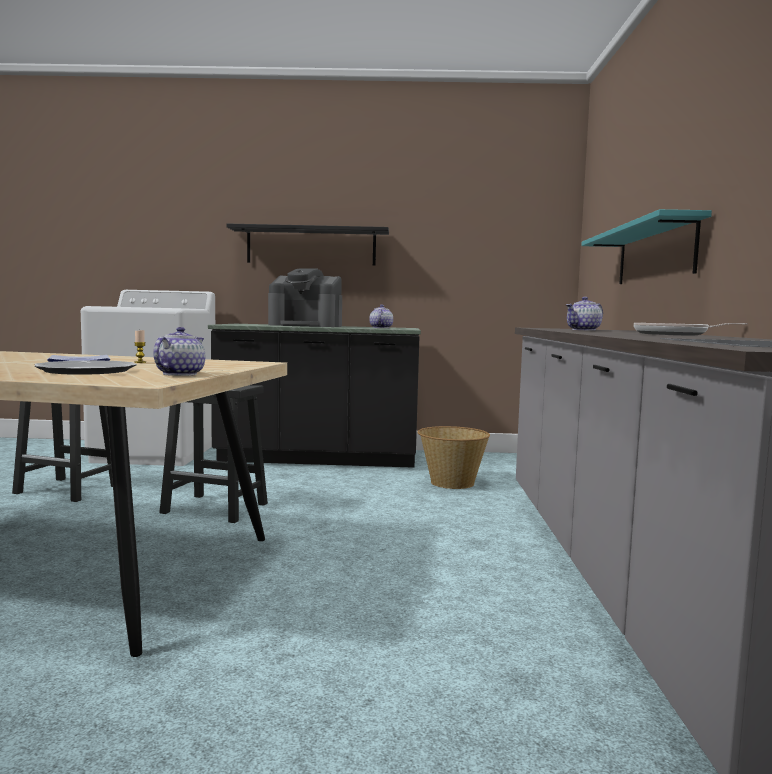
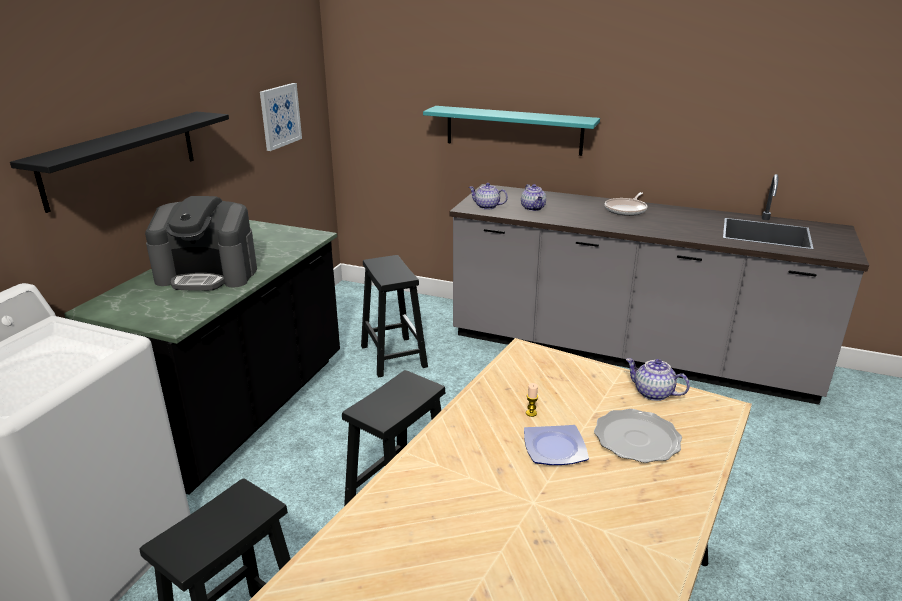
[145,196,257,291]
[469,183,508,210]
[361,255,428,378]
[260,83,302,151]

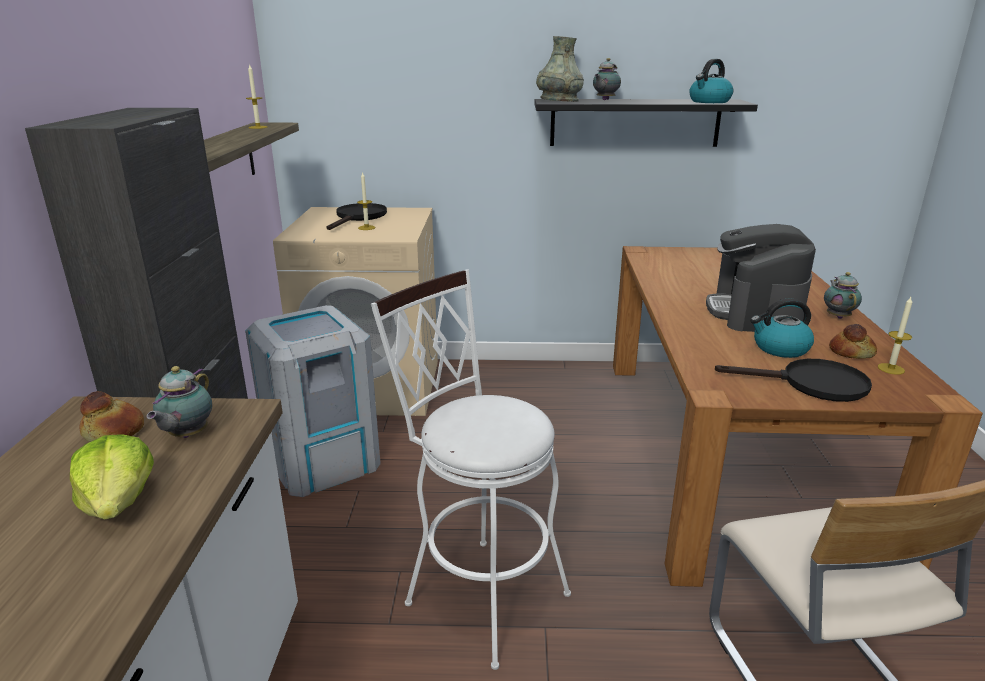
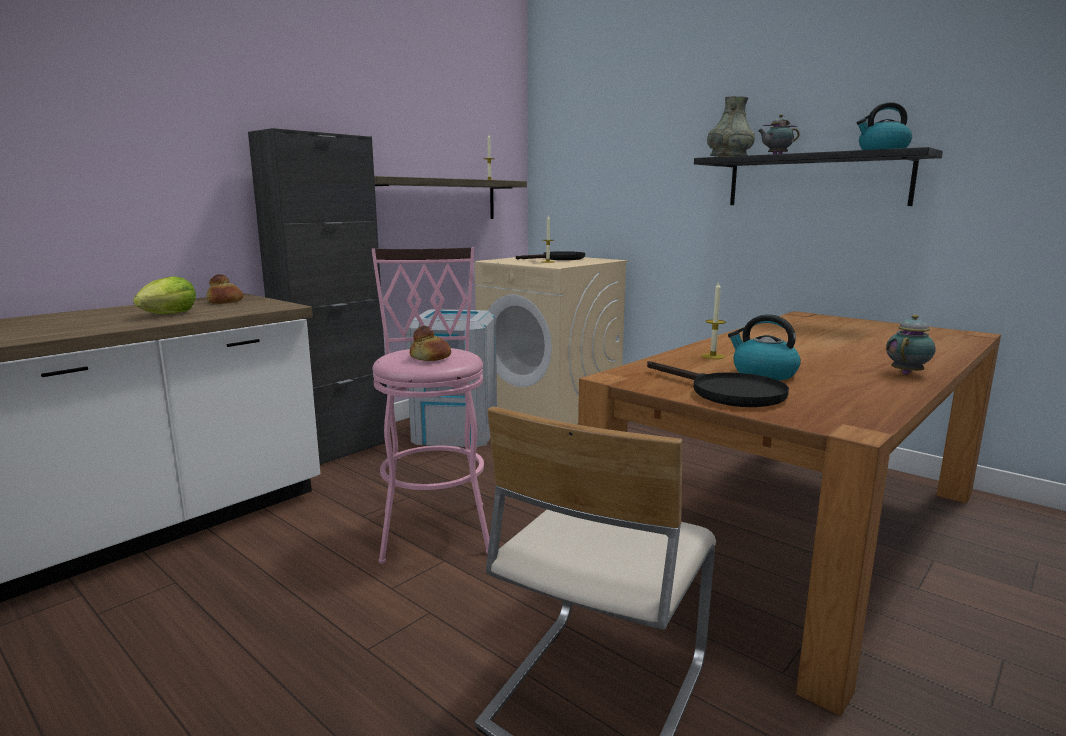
[706,224,816,332] (first image)
[372,247,490,564]
[701,281,726,359]
[410,326,451,361]
[147,366,212,438] (first image)

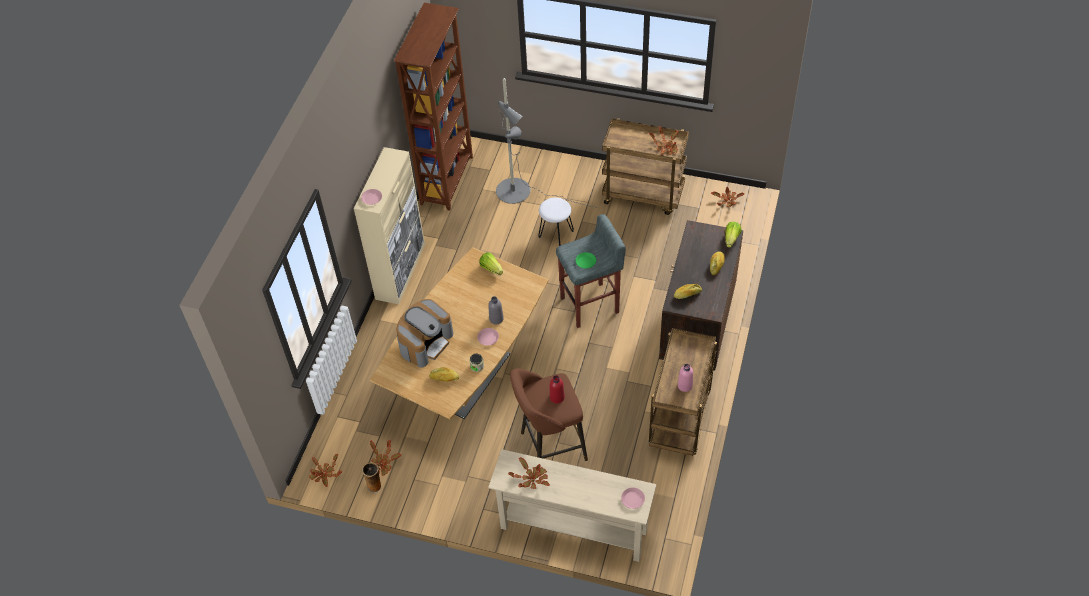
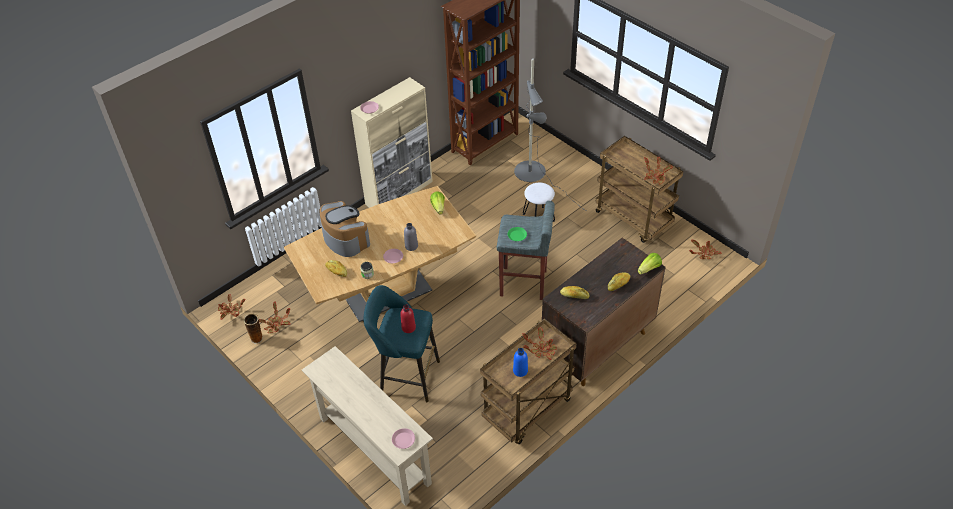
[319,201,370,257]
[513,348,528,377]
[363,285,440,402]
[522,327,557,360]

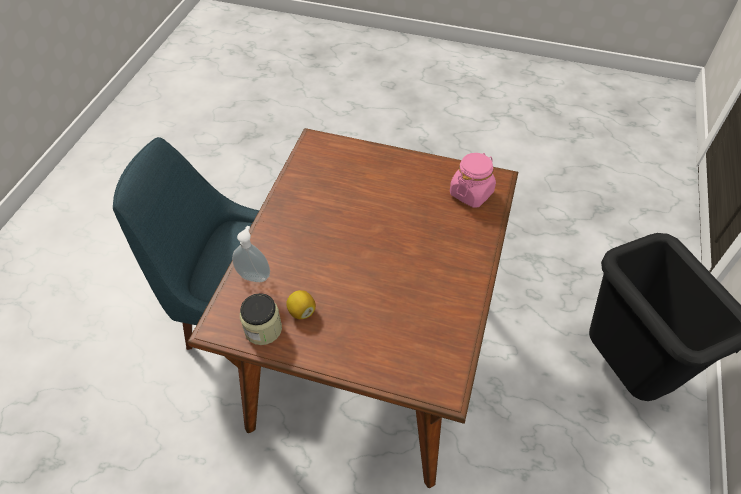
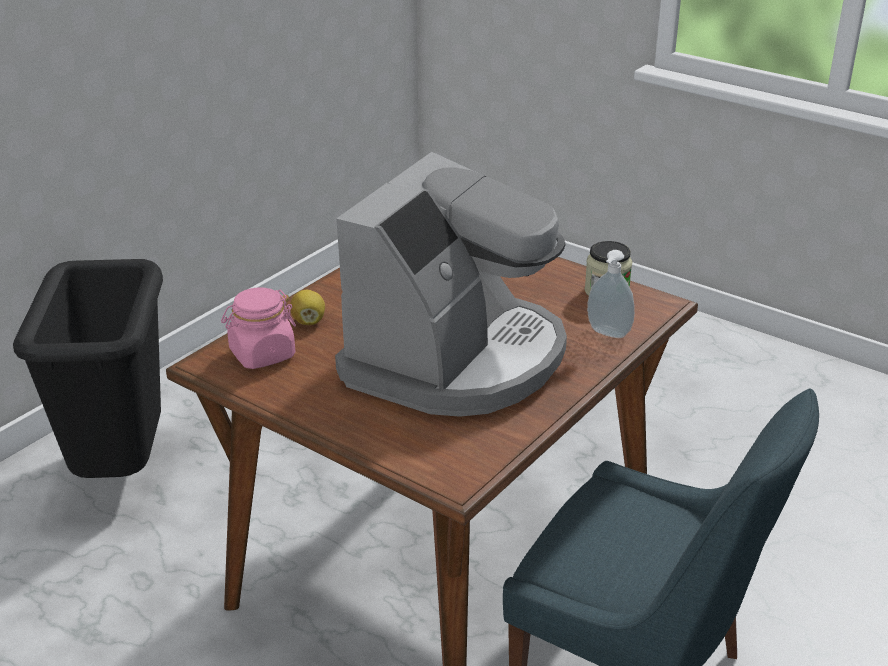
[290,290,325,325]
[335,152,567,417]

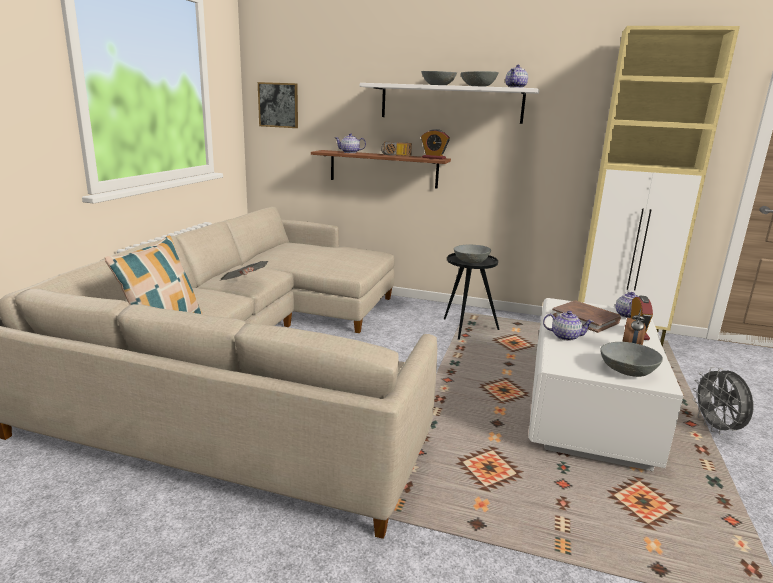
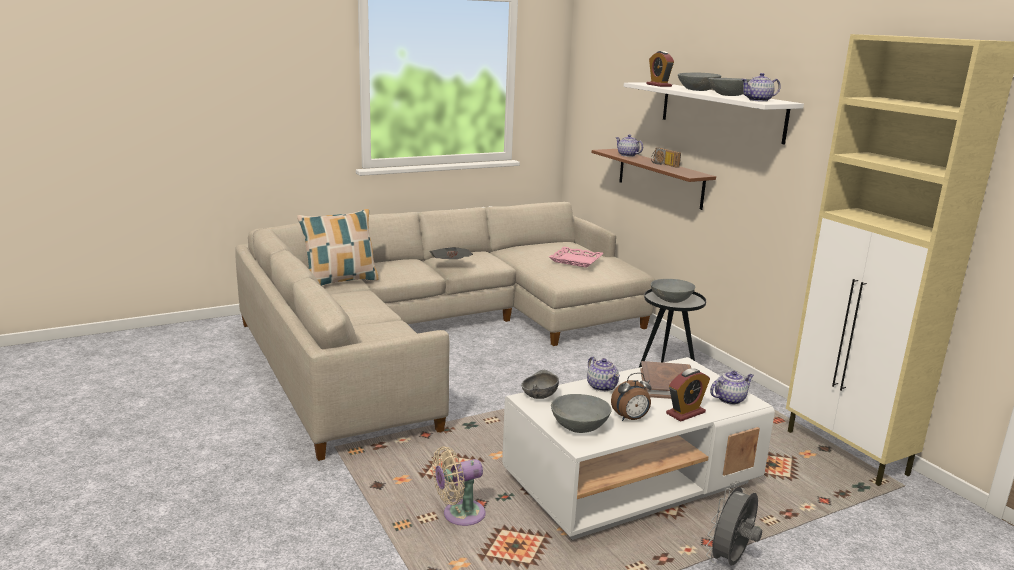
[258,82,298,128] (first image)
[646,51,674,87]
[549,247,604,268]
[521,370,559,399]
[432,446,486,526]

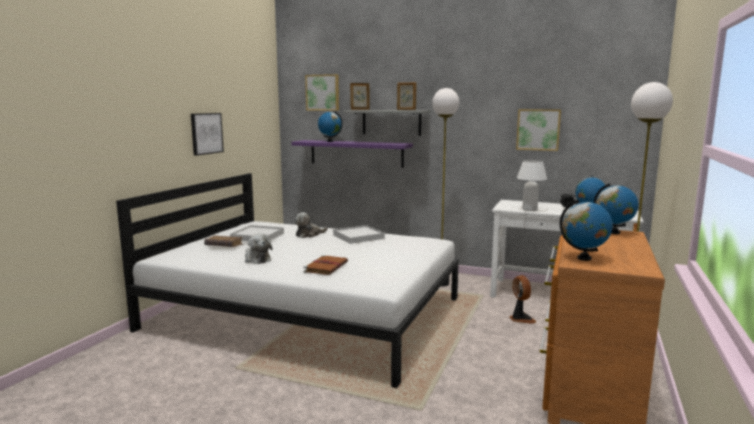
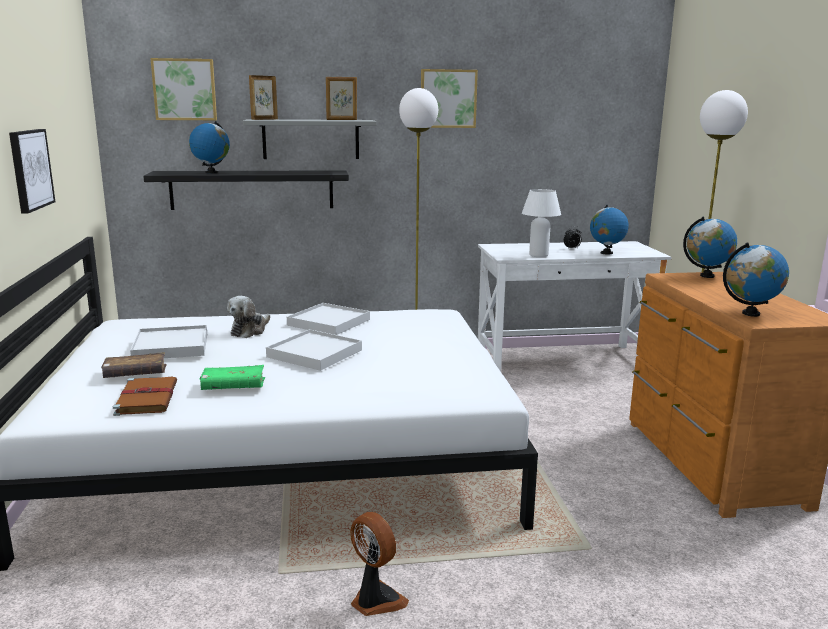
[421,69,478,128]
[143,170,349,210]
[200,365,265,390]
[113,377,177,416]
[350,512,409,616]
[266,329,362,371]

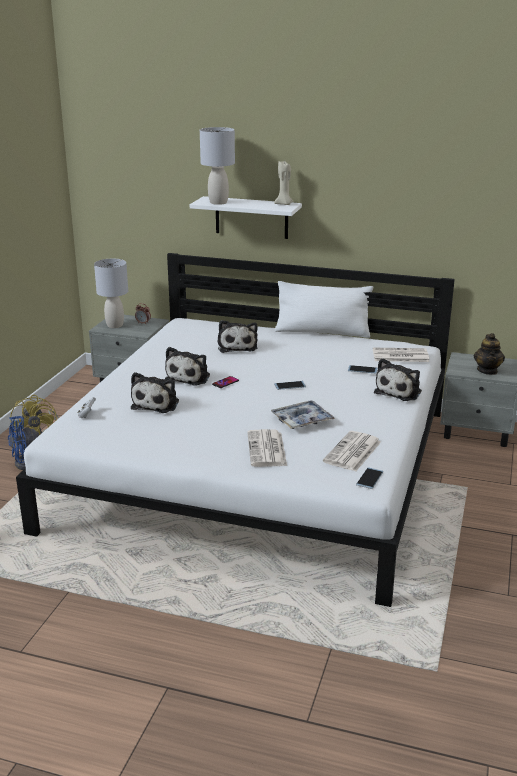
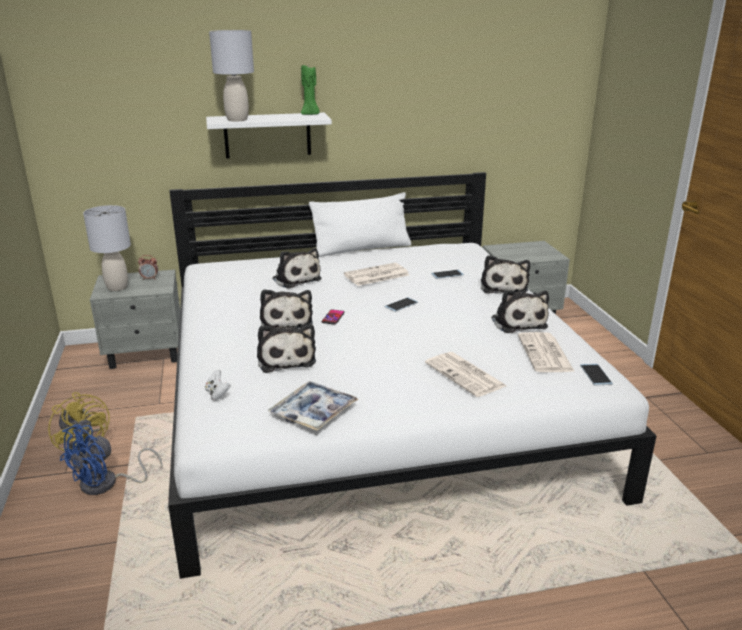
[301,65,320,115]
[474,333,505,375] (first image)
[344,263,409,286]
[268,381,358,431]
[491,290,549,333]

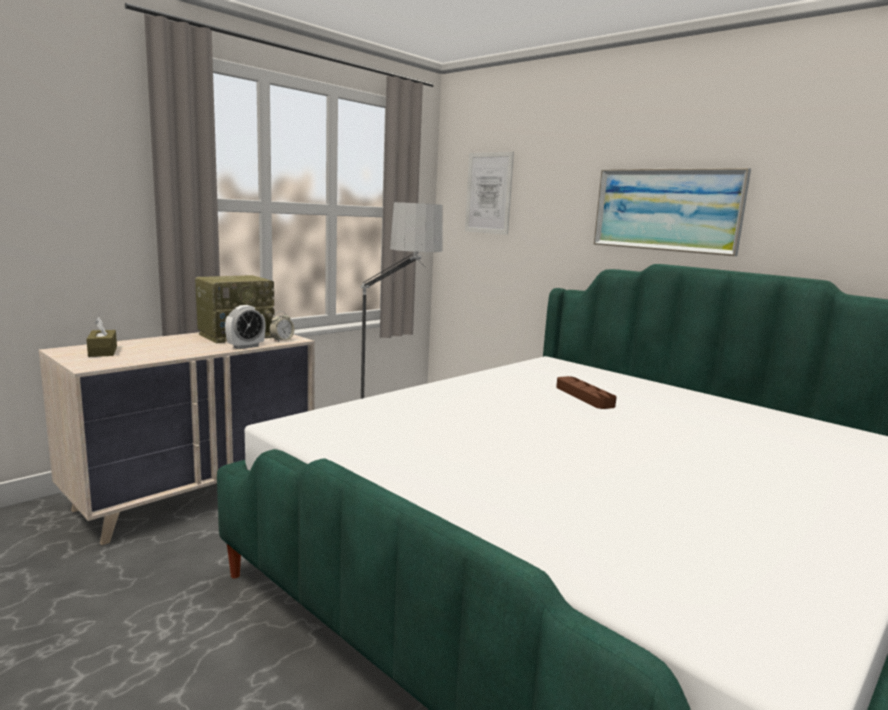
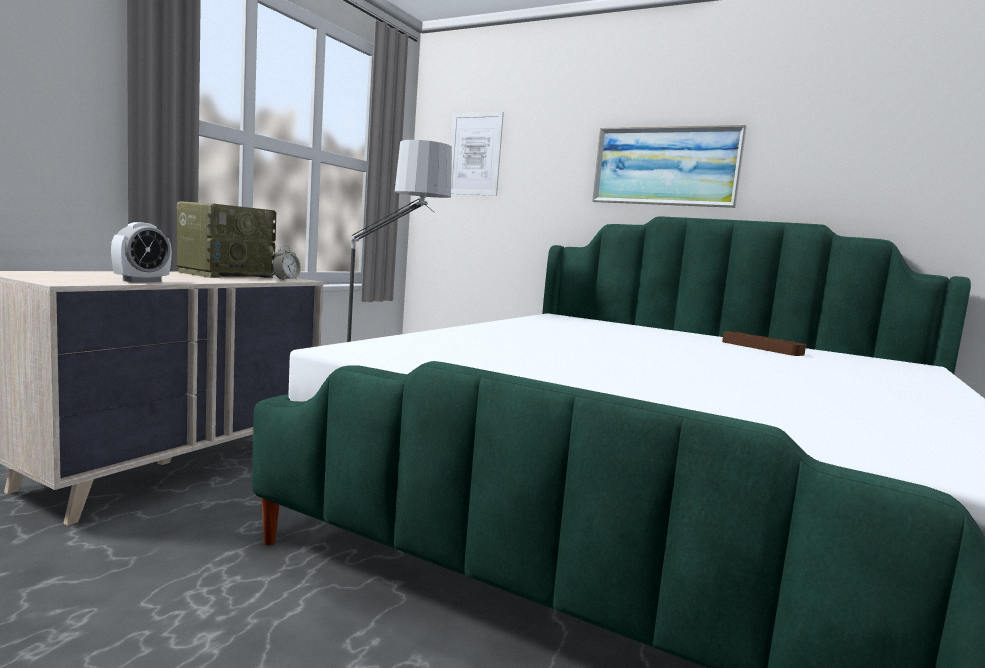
[111,222,172,282]
[86,317,117,357] (first image)
[722,331,806,356]

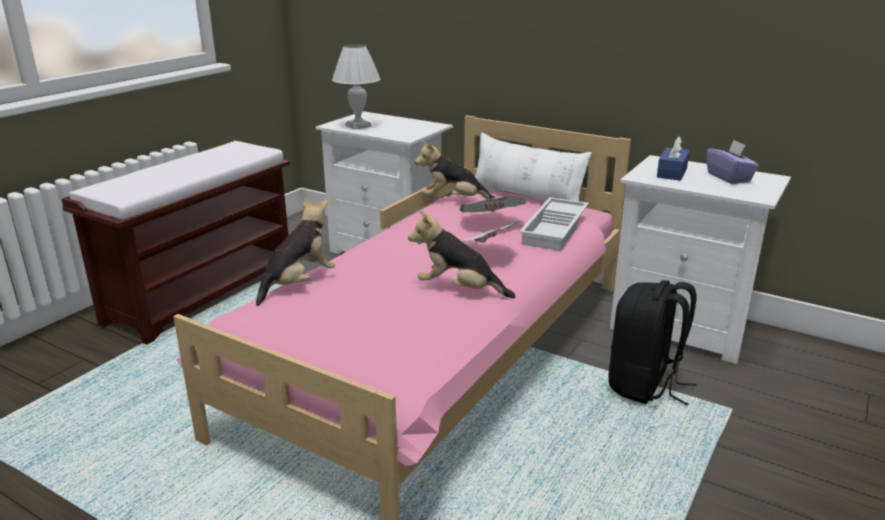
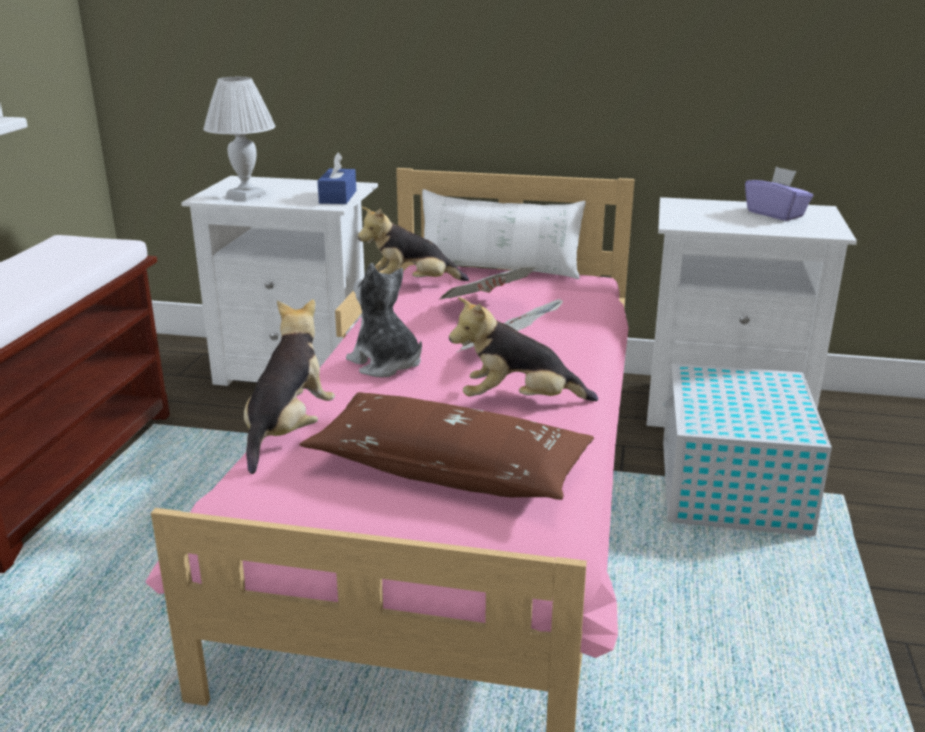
[317,152,356,204]
[519,197,589,251] (first image)
[663,364,832,536]
[346,263,422,377]
[299,392,594,500]

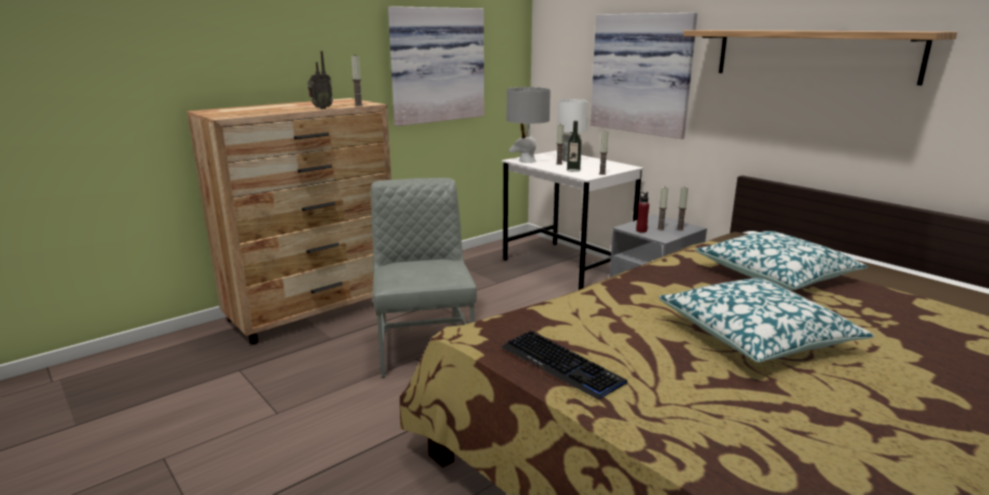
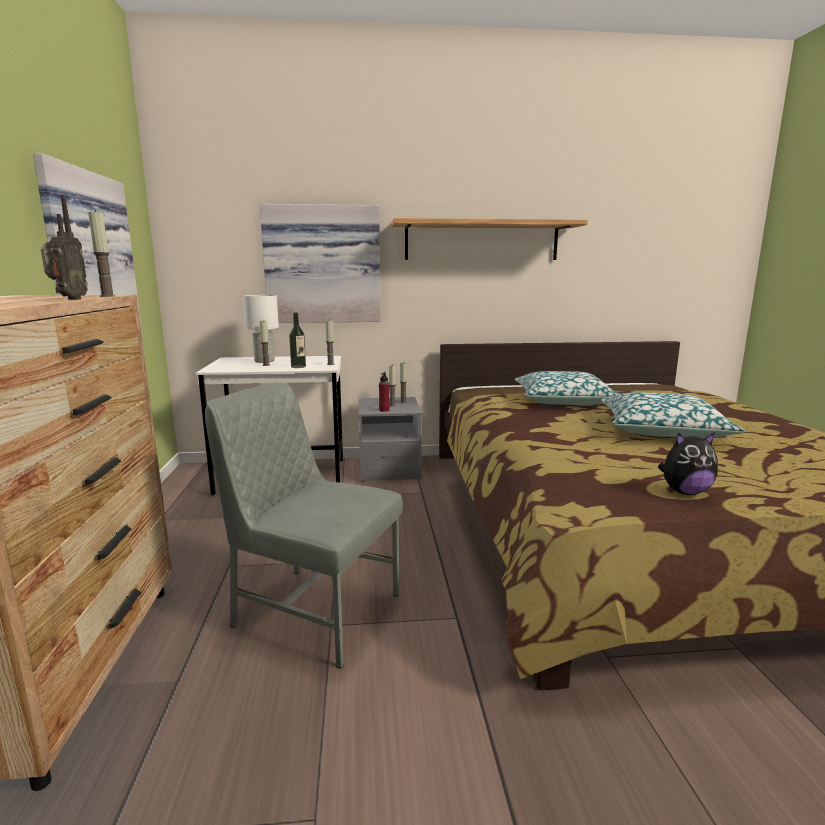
[507,87,551,163] (first image)
[658,432,718,495]

